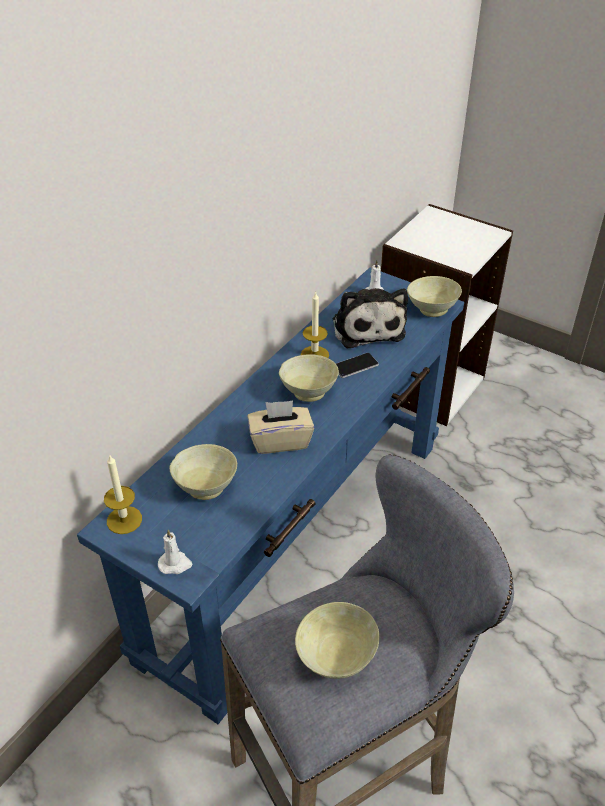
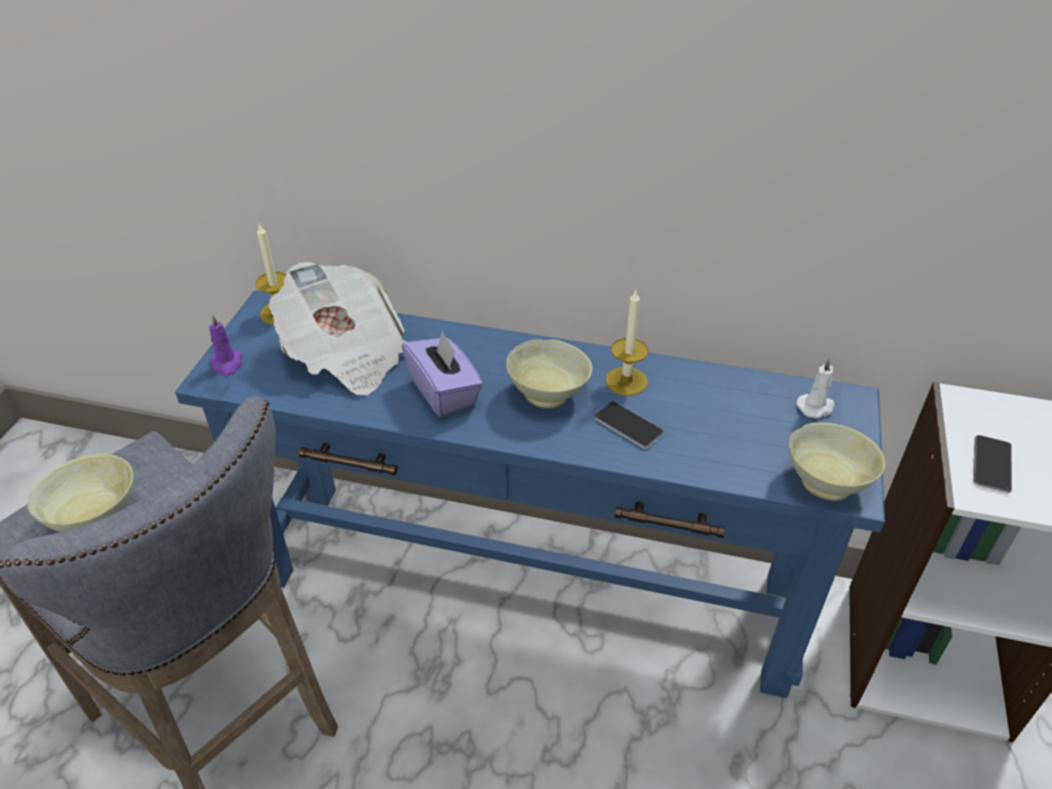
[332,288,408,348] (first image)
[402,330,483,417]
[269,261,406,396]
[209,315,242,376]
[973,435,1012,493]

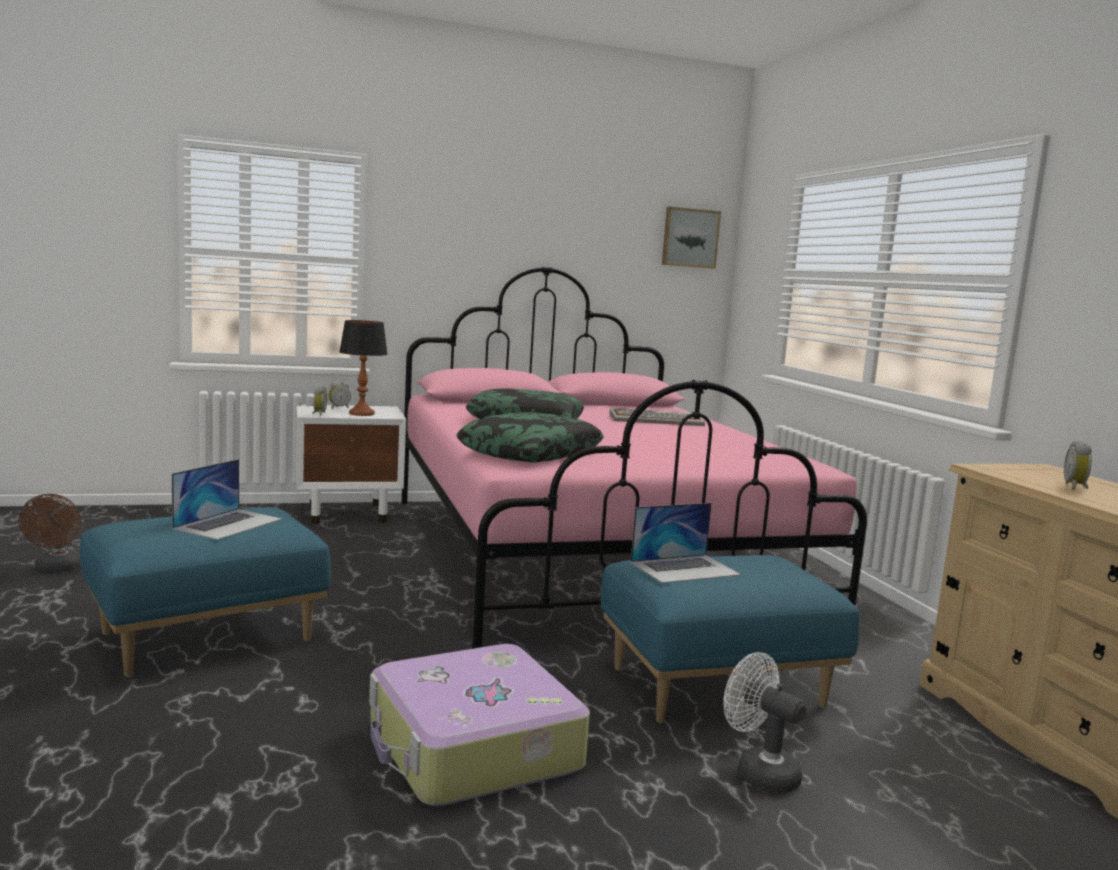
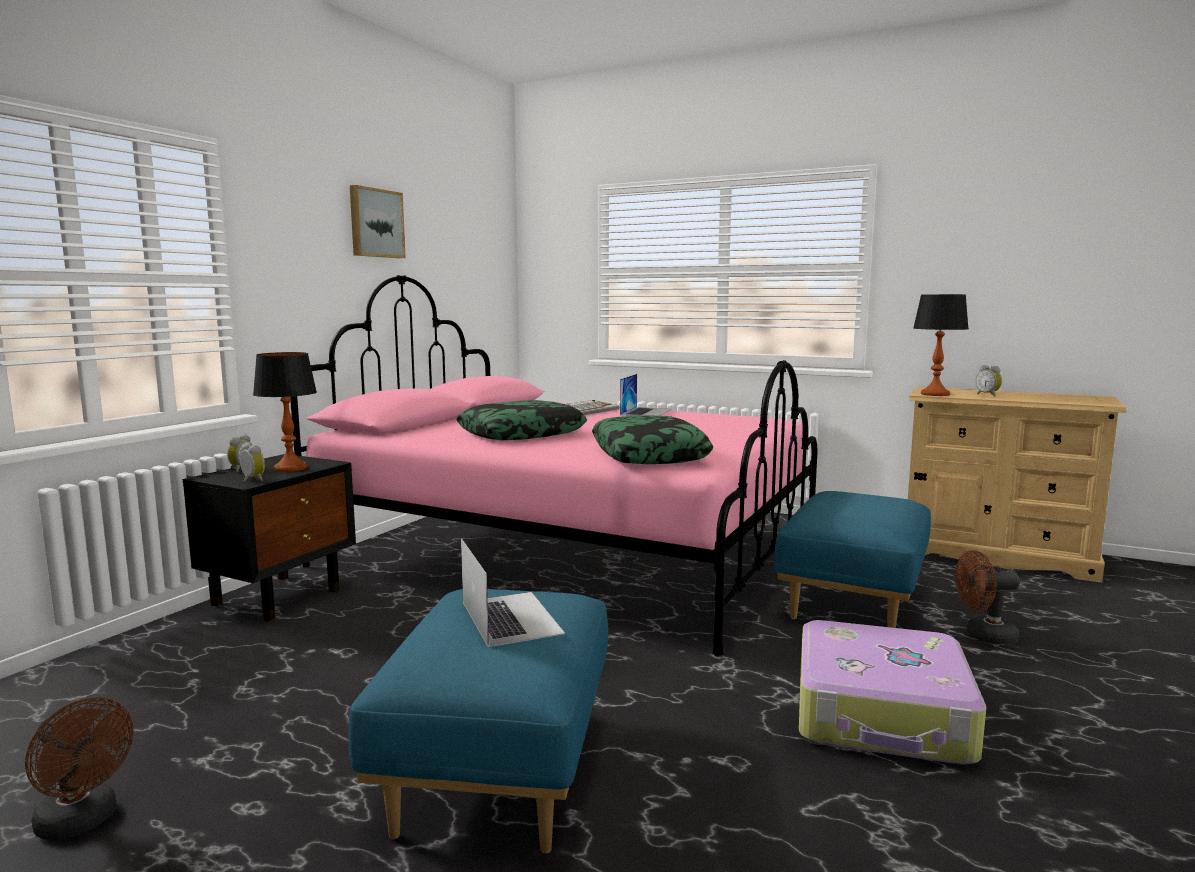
[350,185,406,258]
[182,454,356,621]
[620,374,671,416]
[955,550,1020,645]
[913,294,969,396]

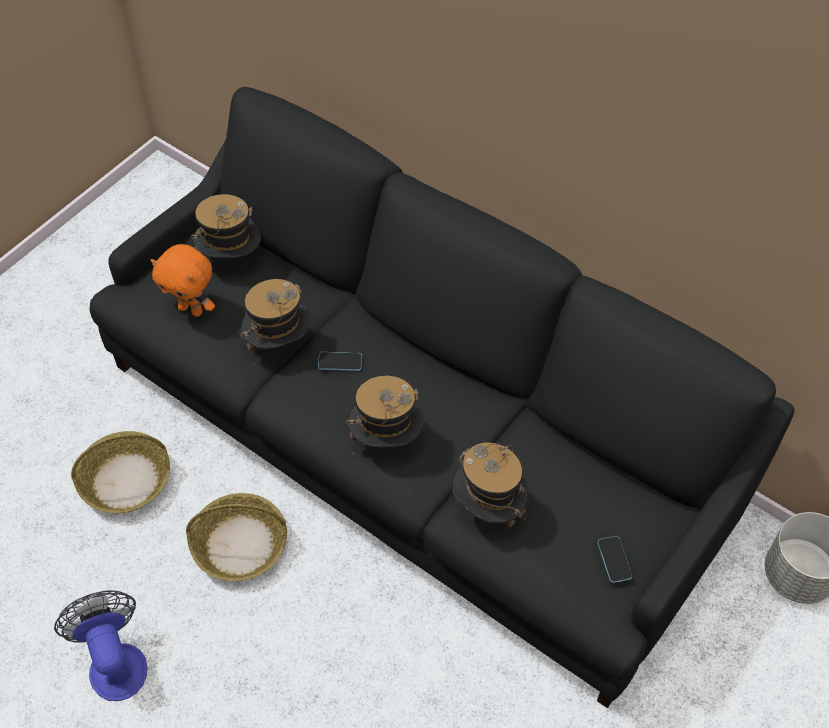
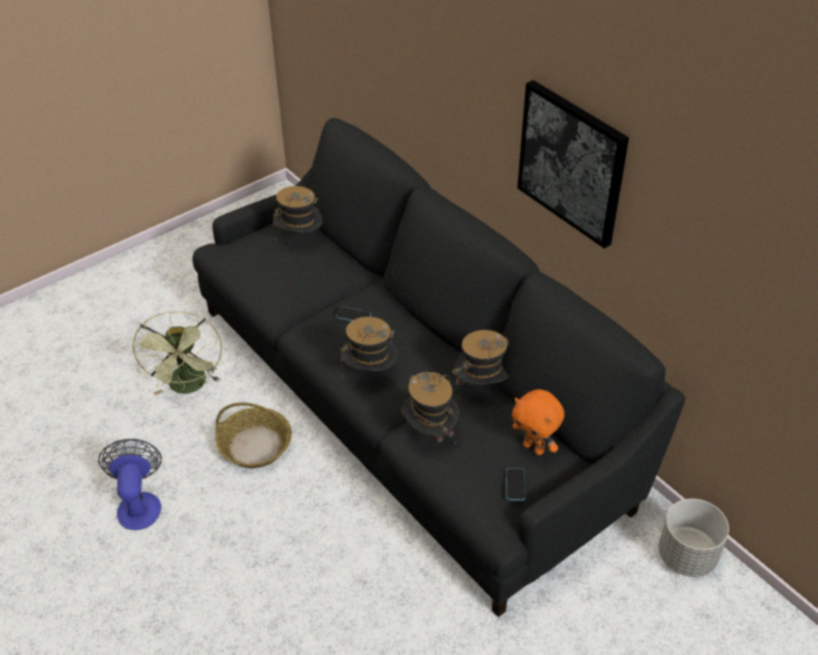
[512,389,564,455]
[452,330,509,389]
[132,311,222,395]
[517,80,629,249]

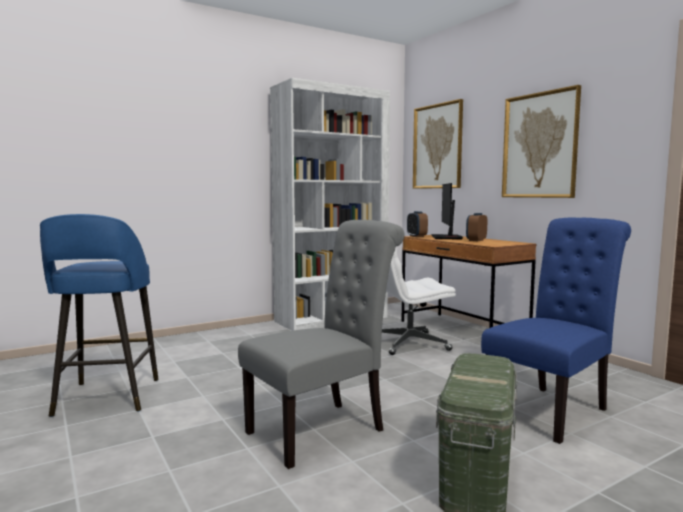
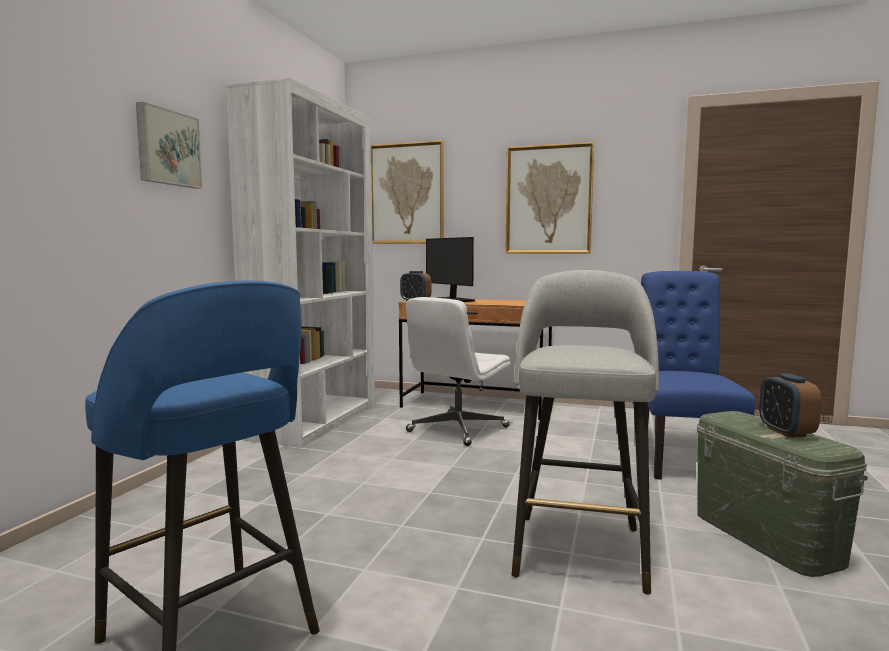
[759,373,821,437]
[512,270,659,595]
[136,102,202,189]

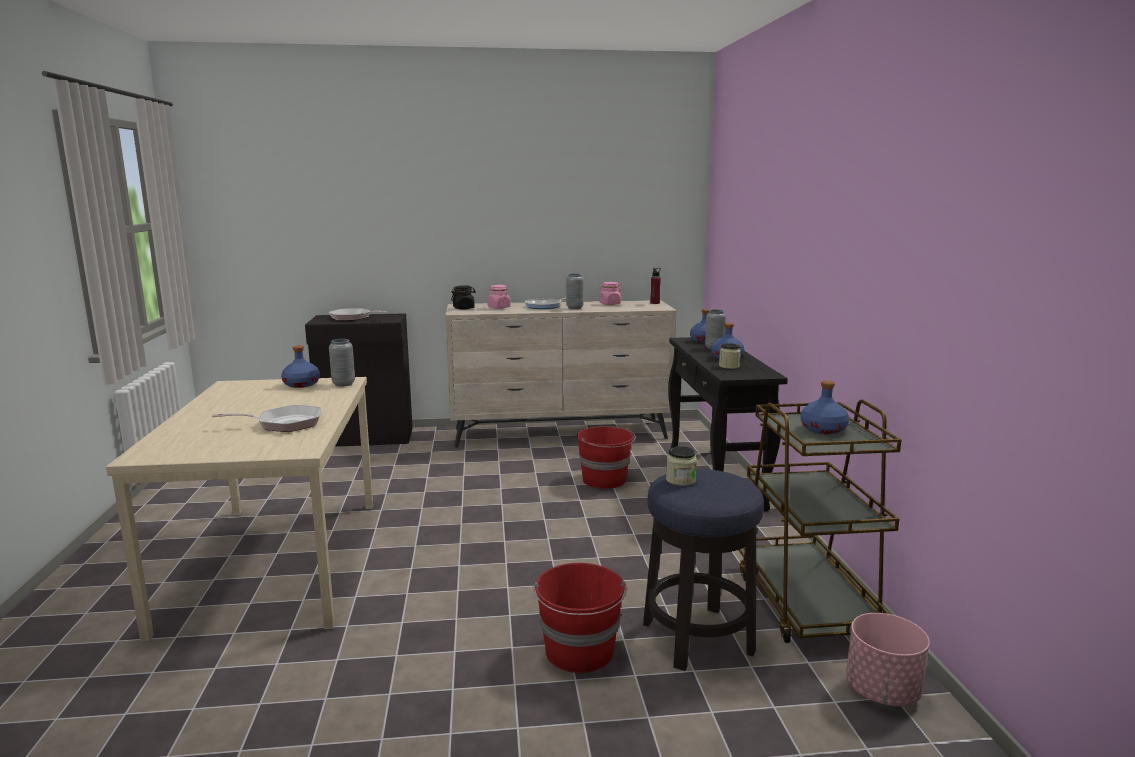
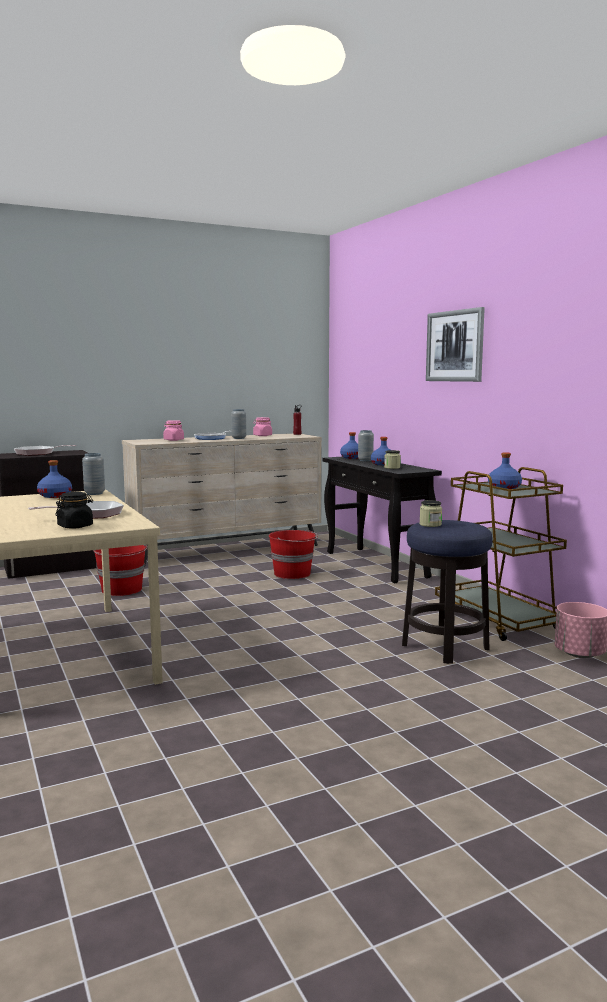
[56,492,93,529]
[93,545,147,596]
[426,307,485,382]

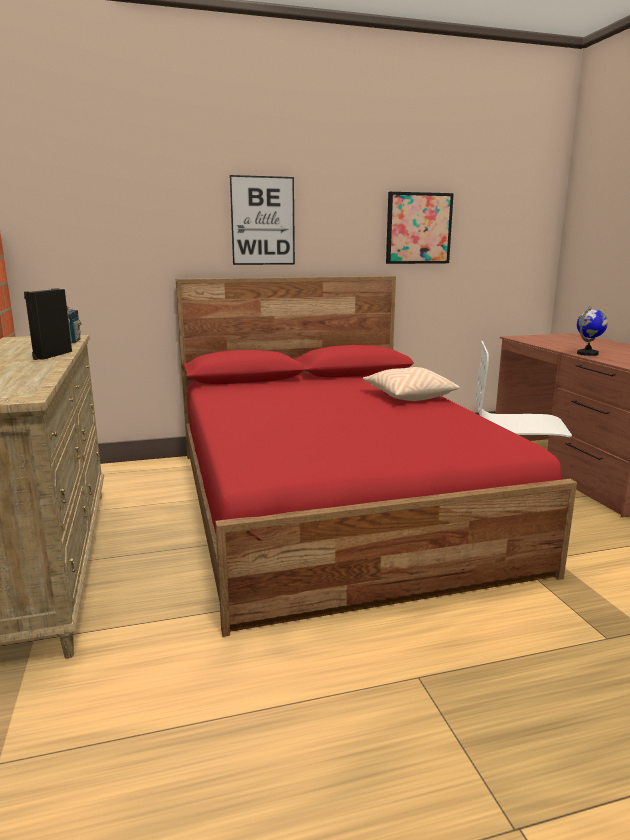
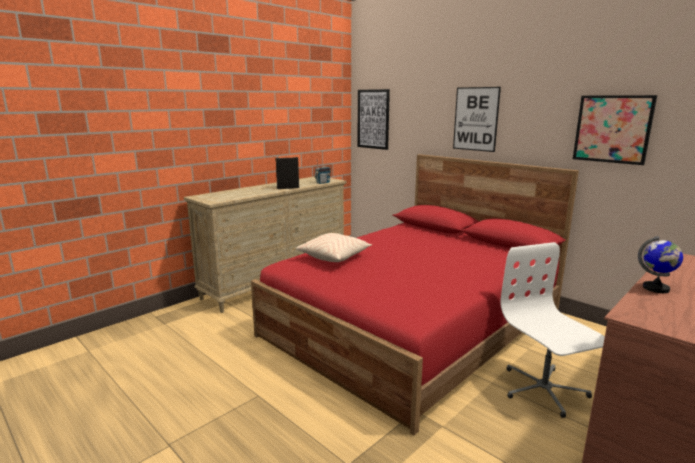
[296,233,372,262]
[357,89,390,150]

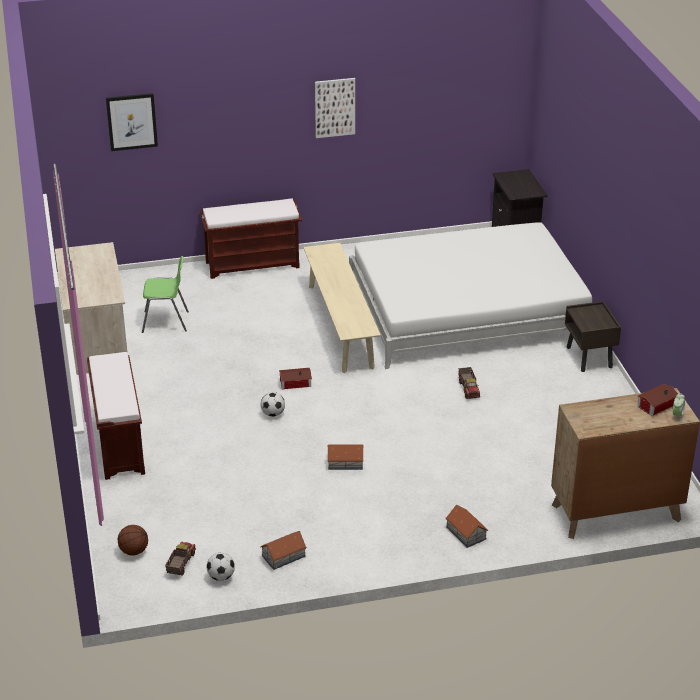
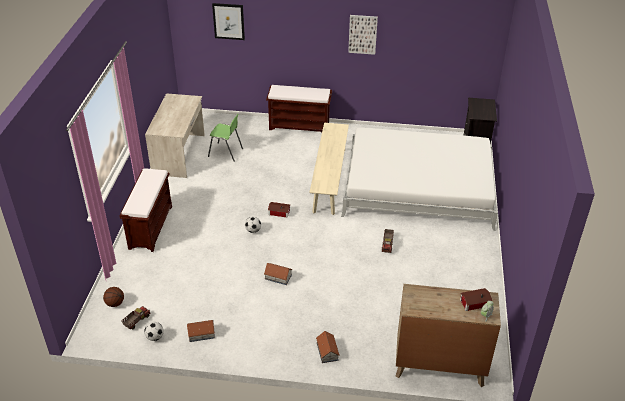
[565,301,621,372] (first image)

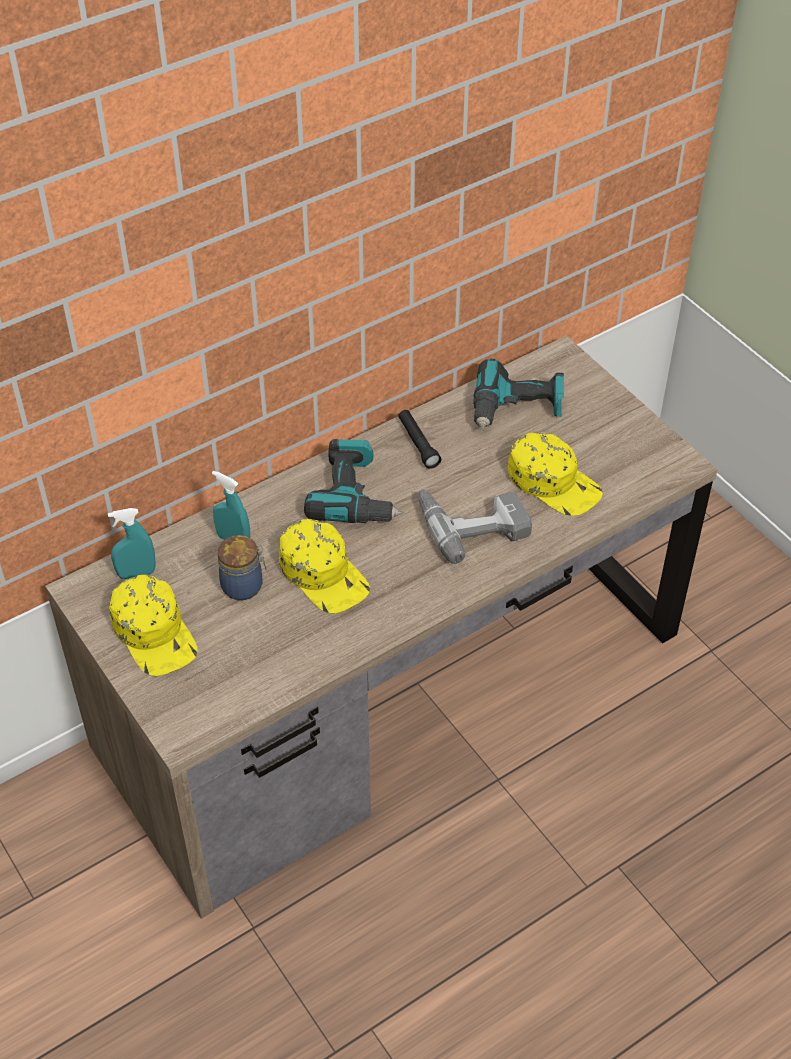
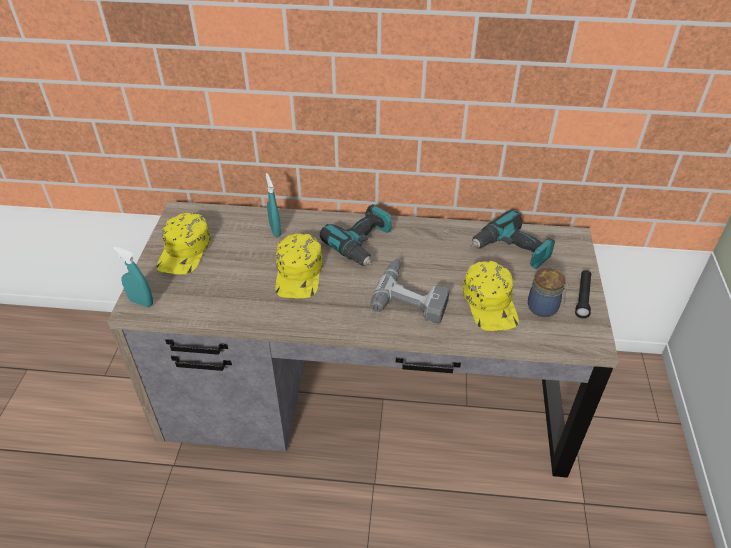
[575,270,591,318]
[113,247,153,307]
[528,268,569,317]

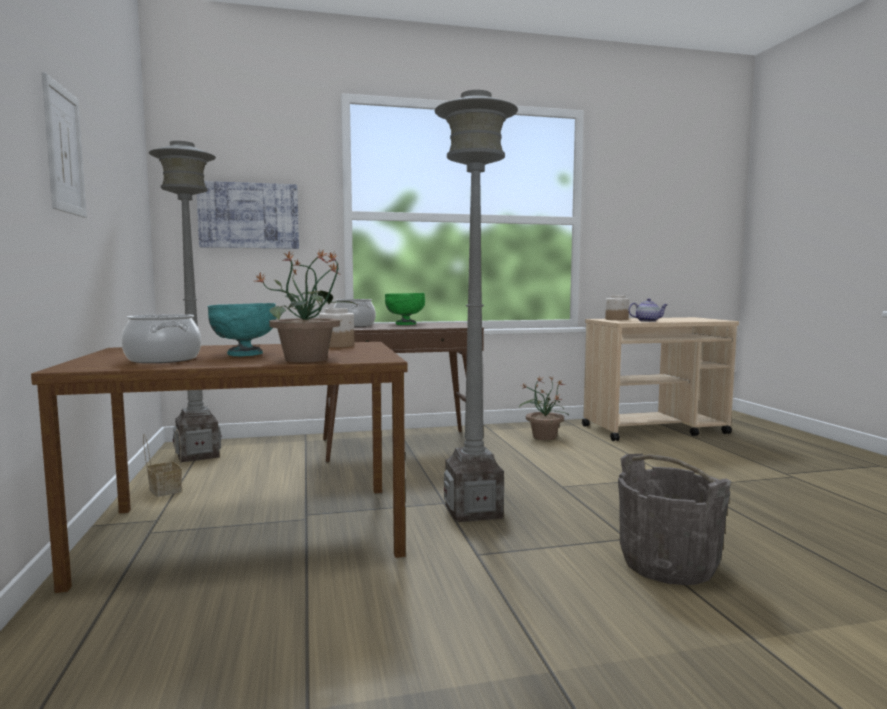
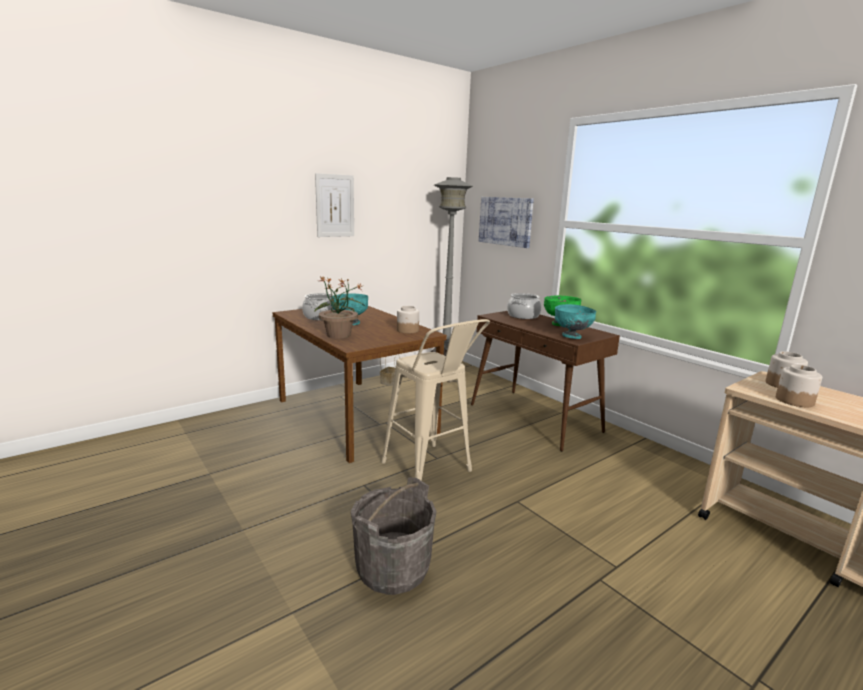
[381,319,490,481]
[776,364,822,407]
[519,377,569,440] (first image)
[555,304,596,339]

